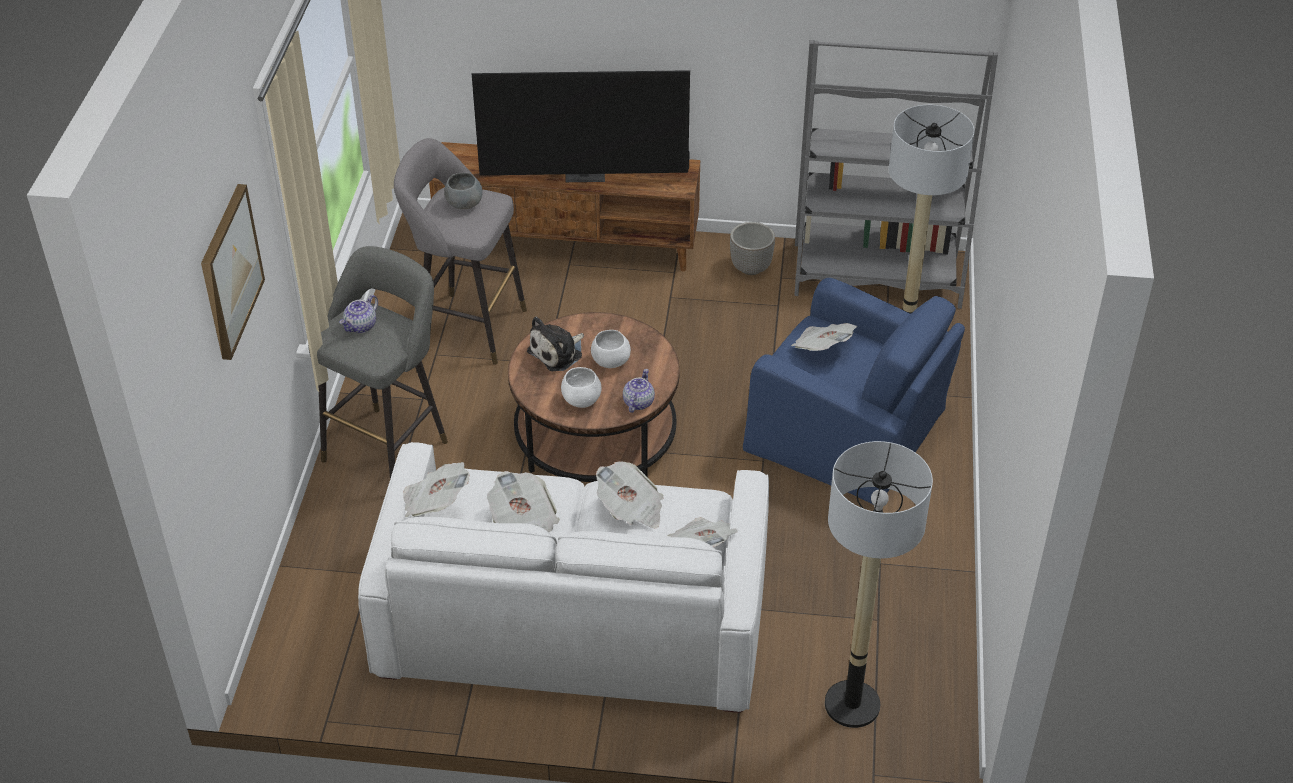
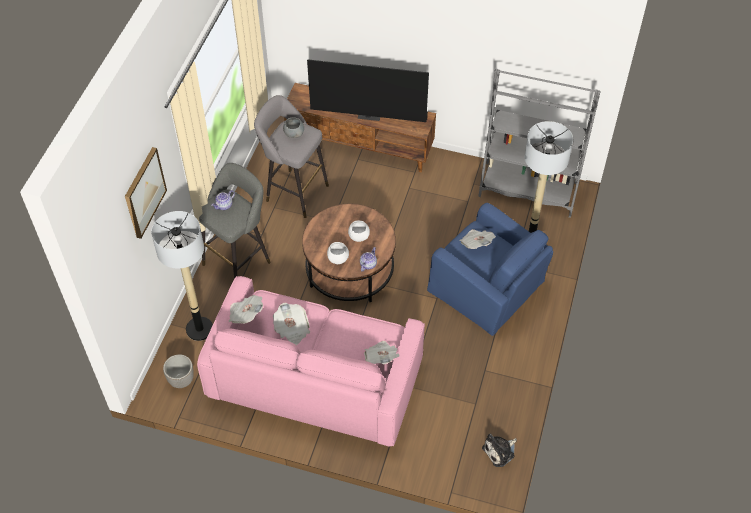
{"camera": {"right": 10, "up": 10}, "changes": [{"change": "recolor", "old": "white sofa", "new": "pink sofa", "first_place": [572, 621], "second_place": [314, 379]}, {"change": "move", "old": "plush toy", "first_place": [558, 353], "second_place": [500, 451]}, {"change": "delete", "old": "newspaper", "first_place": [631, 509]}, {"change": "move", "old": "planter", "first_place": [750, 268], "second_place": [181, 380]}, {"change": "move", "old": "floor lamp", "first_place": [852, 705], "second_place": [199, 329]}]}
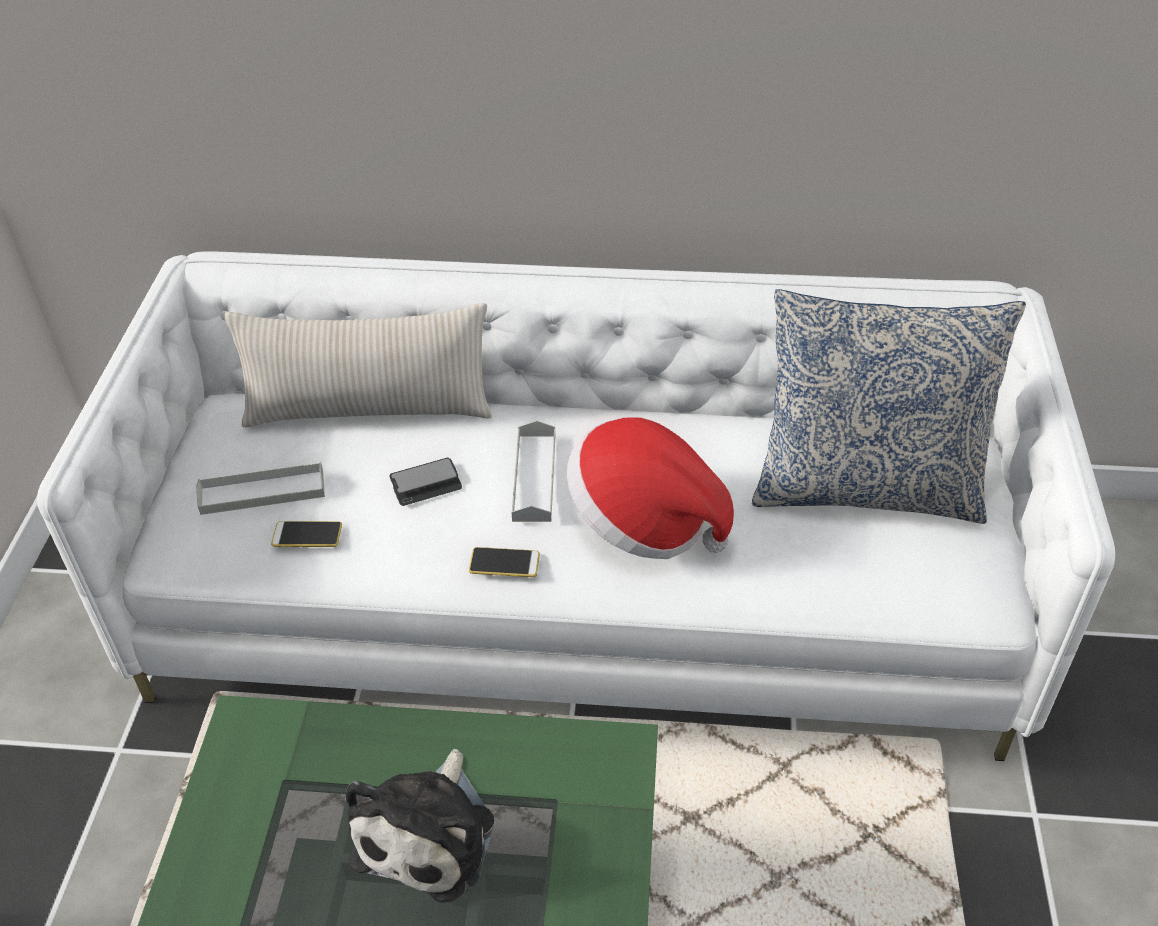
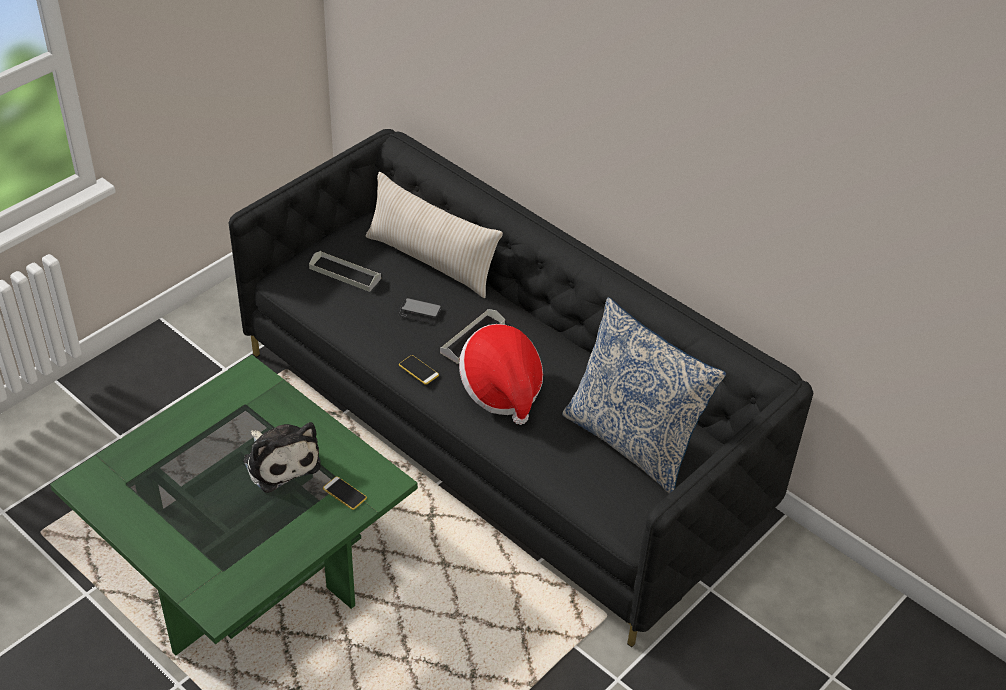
{"camera": {"right": 35, "up": 0}, "changes": [{"change": "recolor", "old": "white sofa", "new": "black sofa", "first_place": [583, 599], "second_place": [499, 434]}, {"change": "move", "old": "phone", "first_place": [307, 535], "second_place": [344, 493]}, {"change": "rotate", "old": "plush toy", "first_place": [429, 833], "second_place": [280, 461], "degrees": -90}]}
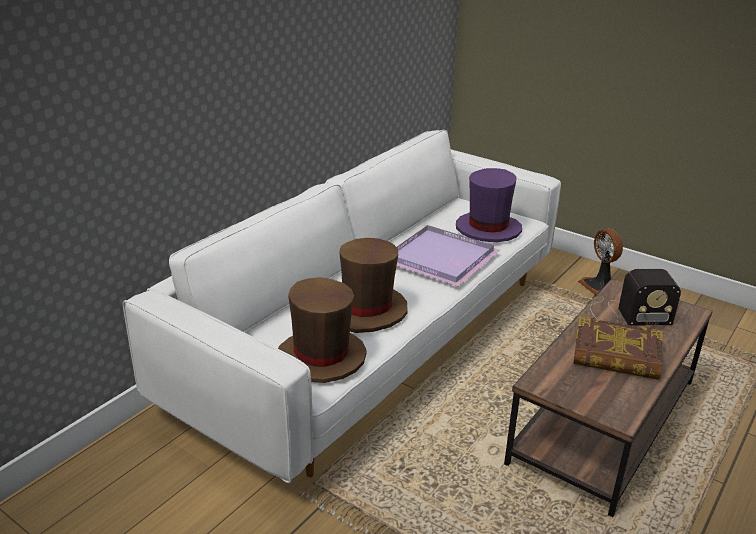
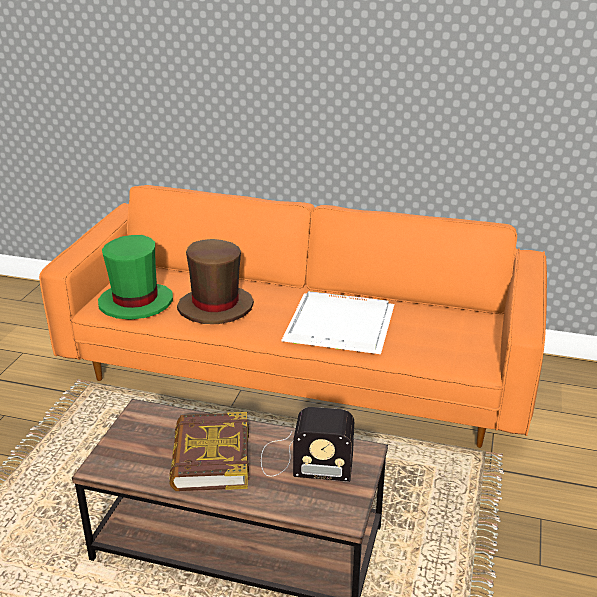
{"camera": {"right": 70, "up": 0}, "changes": [{"change": "recolor", "old": "white sofa", "new": "orange sofa", "first_place": [377, 337], "second_place": [298, 369]}, {"change": "recolor", "old": "brown hat", "new": "green hat", "first_place": [321, 358], "second_place": [136, 303]}, {"change": "recolor", "old": "purple tray", "new": "white tray", "first_place": [441, 259], "second_place": [337, 326]}, {"change": "delete", "old": "purple hat", "first_place": [488, 229]}, {"change": "delete", "old": "fan", "first_place": [598, 286]}, {"change": "rotate", "old": "radio", "first_place": [627, 314], "second_place": [303, 461], "degrees": -60}]}
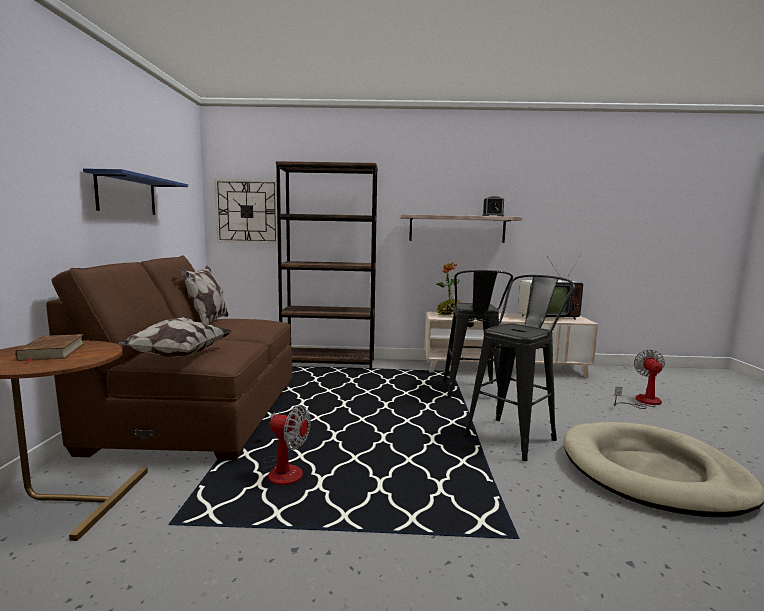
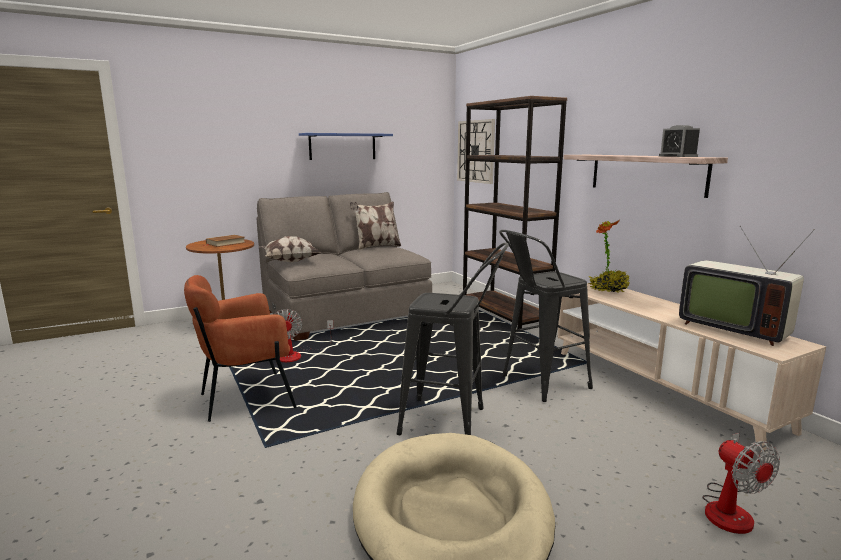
{"camera": {"right": 60, "up": 5}, "changes": [{"change": "recolor", "old": "brown sofa", "new": "grey sofa", "first_place": [201, 414], "second_place": [346, 314]}, {"change": "rotate", "old": "fan", "first_place": [642, 402], "second_place": [729, 508], "degrees": 90}, {"change": "insert", "new": "brown armchair", "second_place": [246, 398]}]}
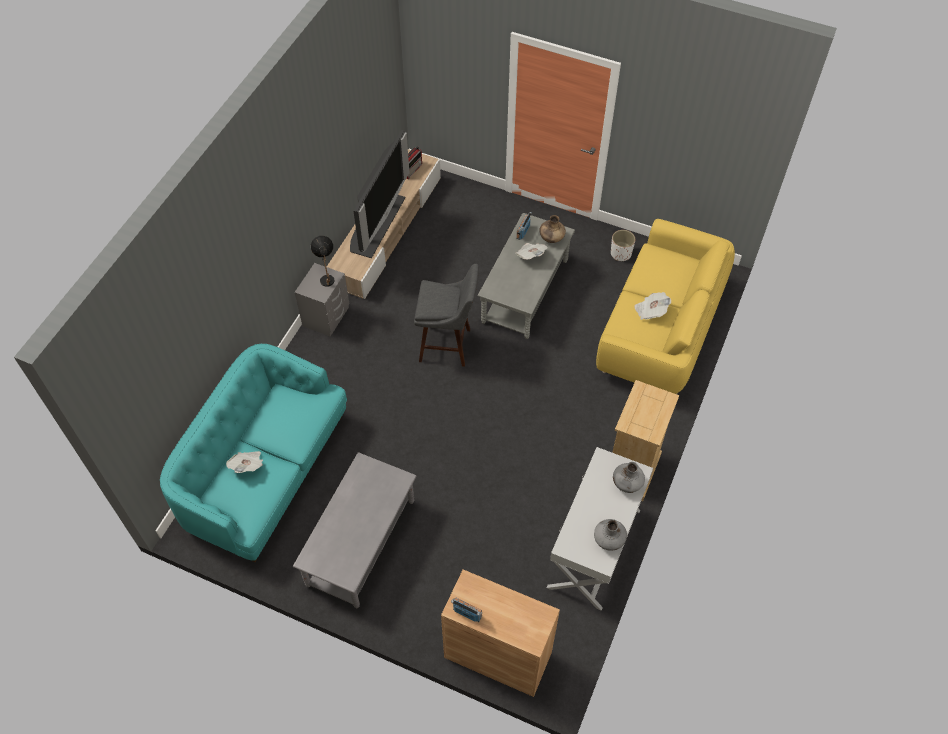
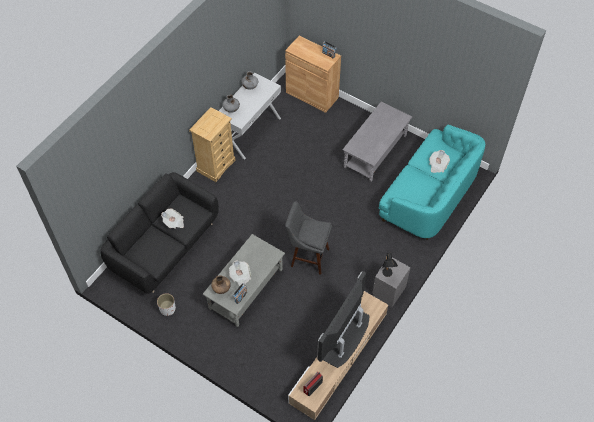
{"camera": {"right": -170, "up": 0}, "changes": [{"change": "recolor", "old": "yellow sofa", "new": "black sofa", "first_place": [659, 330], "second_place": [164, 246]}]}
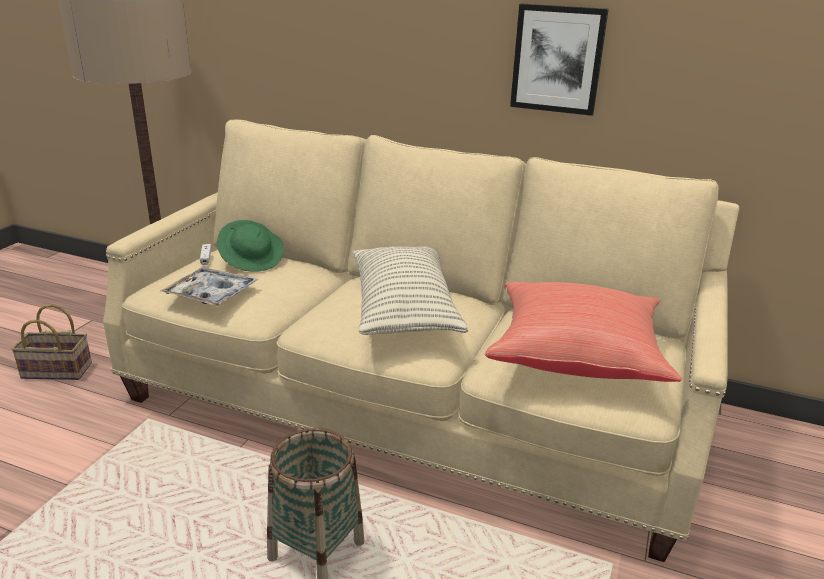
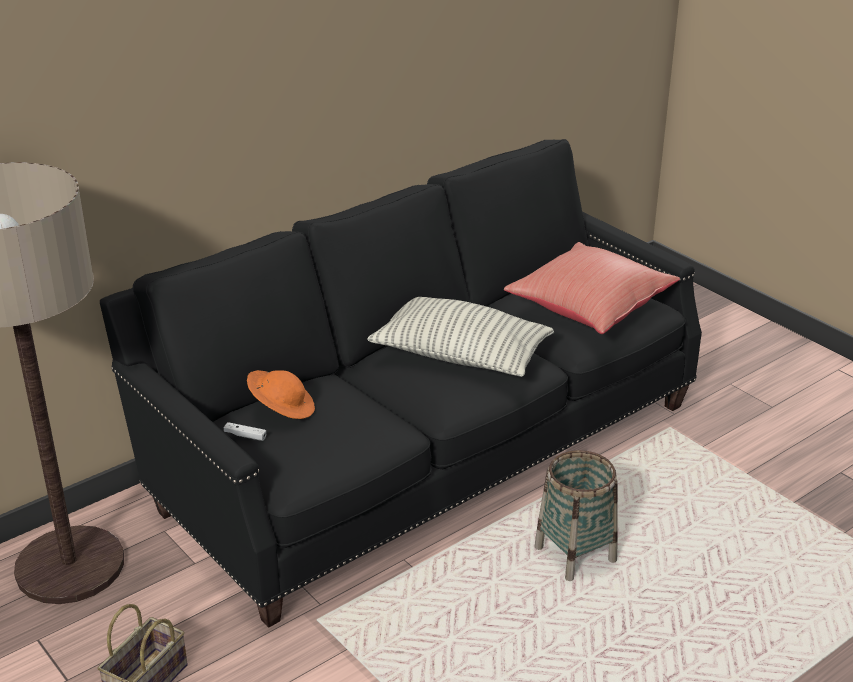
{"camera": {"right": -60, "up": 5}, "changes": [{"change": "recolor", "old": "beige sofa", "new": "black sofa", "first_place": [410, 403], "second_place": [426, 449]}, {"change": "delete", "old": "tray", "first_place": [211, 294]}, {"change": "recolor", "old": "green hat", "new": "orange hat", "first_place": [252, 260], "second_place": [282, 408]}, {"change": "delete", "old": "picture", "first_place": [557, 59]}]}
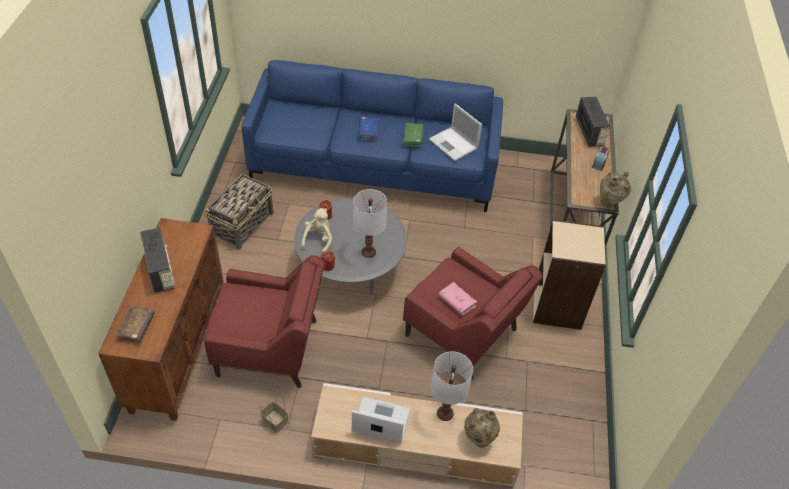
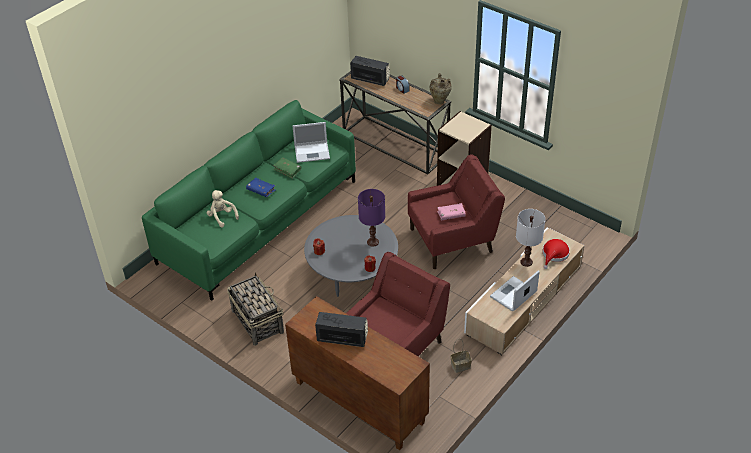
{"camera": {"right": -55, "up": -5}, "changes": [{"change": "delete", "old": "brown book", "first_place": [136, 328]}, {"change": "recolor", "old": "blue sofa", "new": "green sofa", "first_place": [374, 166], "second_place": [259, 221]}, {"change": "move", "old": "beige plush toy", "first_place": [318, 239], "second_place": [222, 217]}, {"change": "recolor", "old": "white table lamp", "new": "purple table lamp", "first_place": [368, 252], "second_place": [372, 242]}, {"change": "replace", "old": "beige vase", "new": "red hat", "first_place": [478, 440], "second_place": [554, 255]}]}
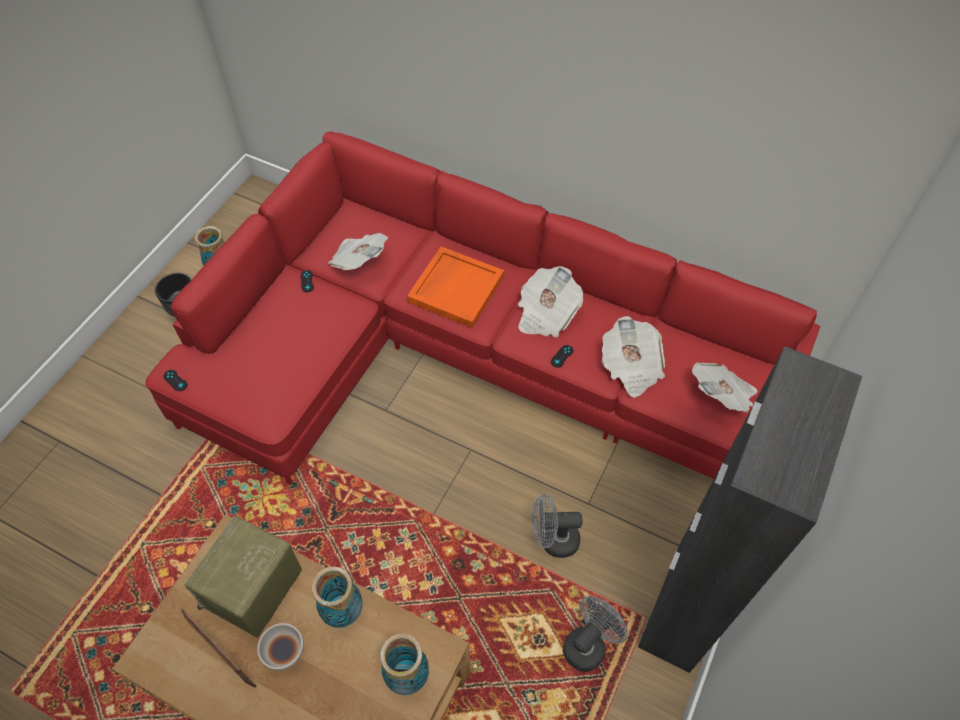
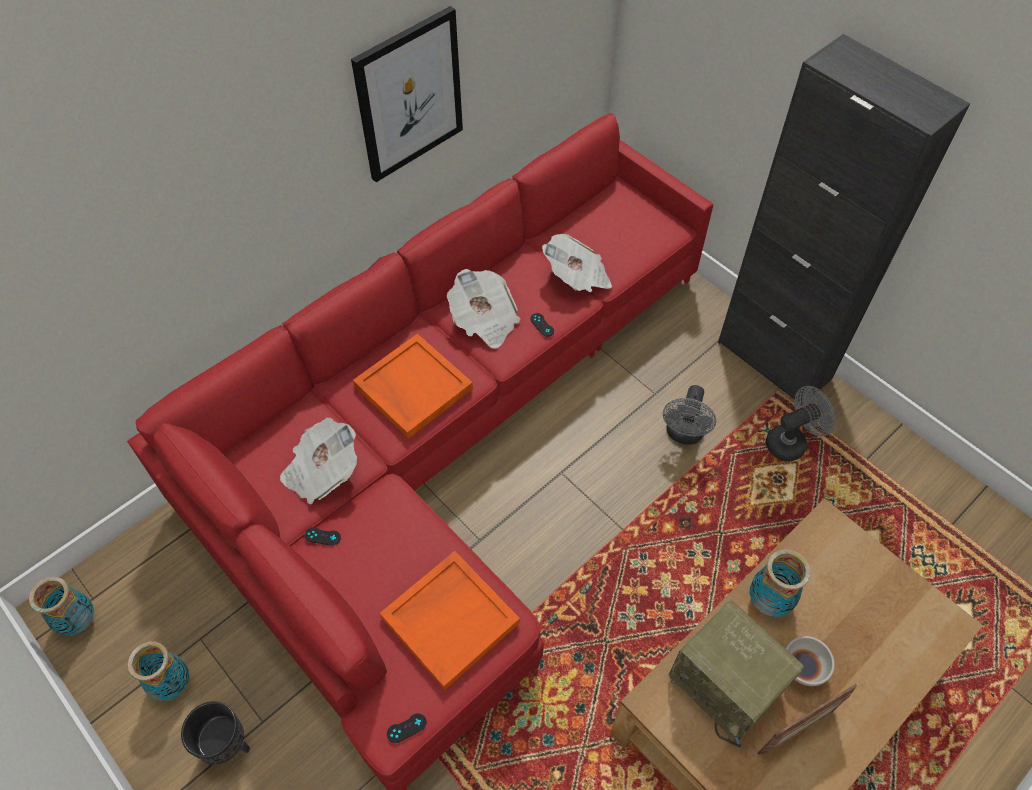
{"camera": {"right": -70, "up": 0}, "changes": [{"change": "move", "old": "vase", "first_place": [407, 676], "second_place": [79, 621]}, {"change": "rotate", "old": "grey fan", "first_place": [588, 644], "second_place": [791, 442], "degrees": 90}, {"change": "delete", "old": "newspaper", "first_place": [722, 396]}, {"change": "insert", "new": "picture", "second_place": [409, 95]}, {"change": "insert", "new": "orange tray", "second_place": [450, 619]}]}
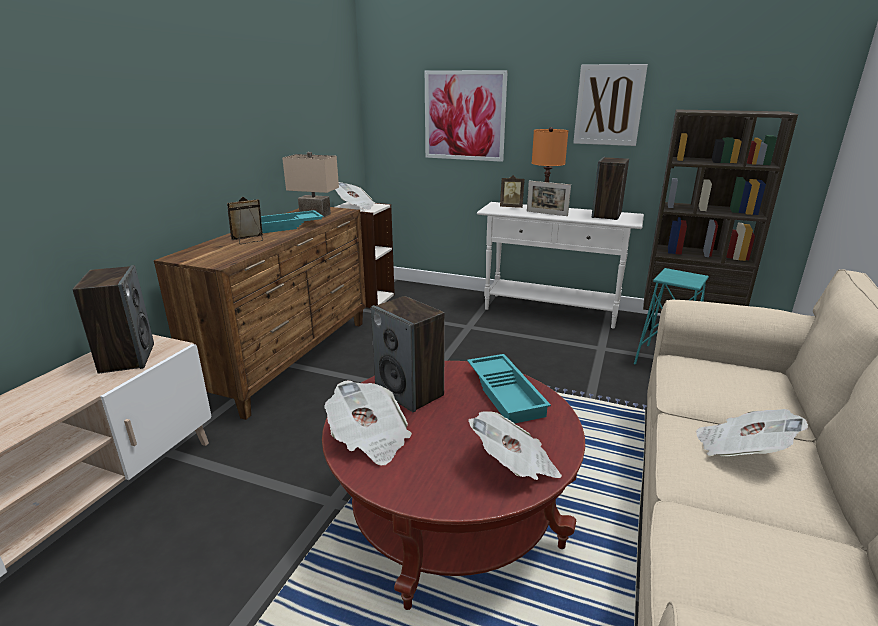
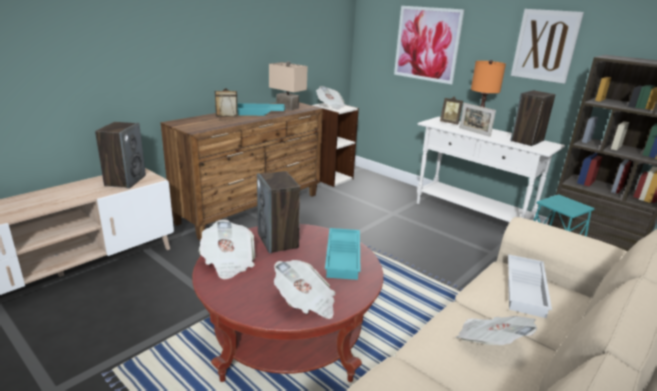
{"camera": {"right": 20, "up": 0}, "changes": [{"change": "insert", "new": "white tray", "second_place": [526, 290]}]}
